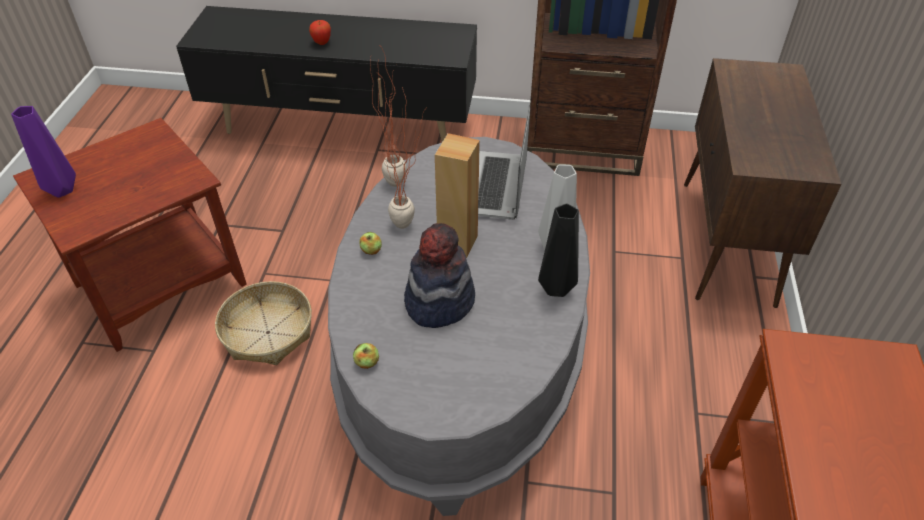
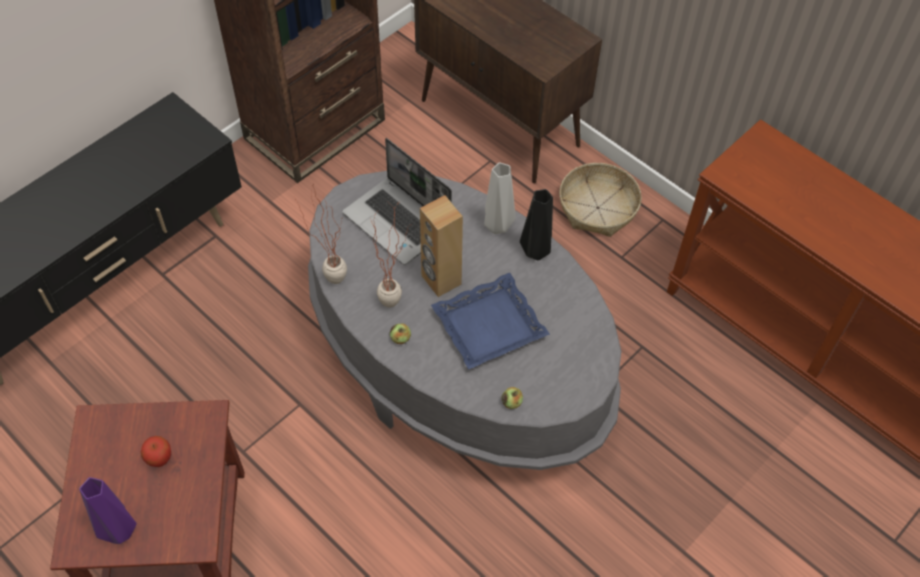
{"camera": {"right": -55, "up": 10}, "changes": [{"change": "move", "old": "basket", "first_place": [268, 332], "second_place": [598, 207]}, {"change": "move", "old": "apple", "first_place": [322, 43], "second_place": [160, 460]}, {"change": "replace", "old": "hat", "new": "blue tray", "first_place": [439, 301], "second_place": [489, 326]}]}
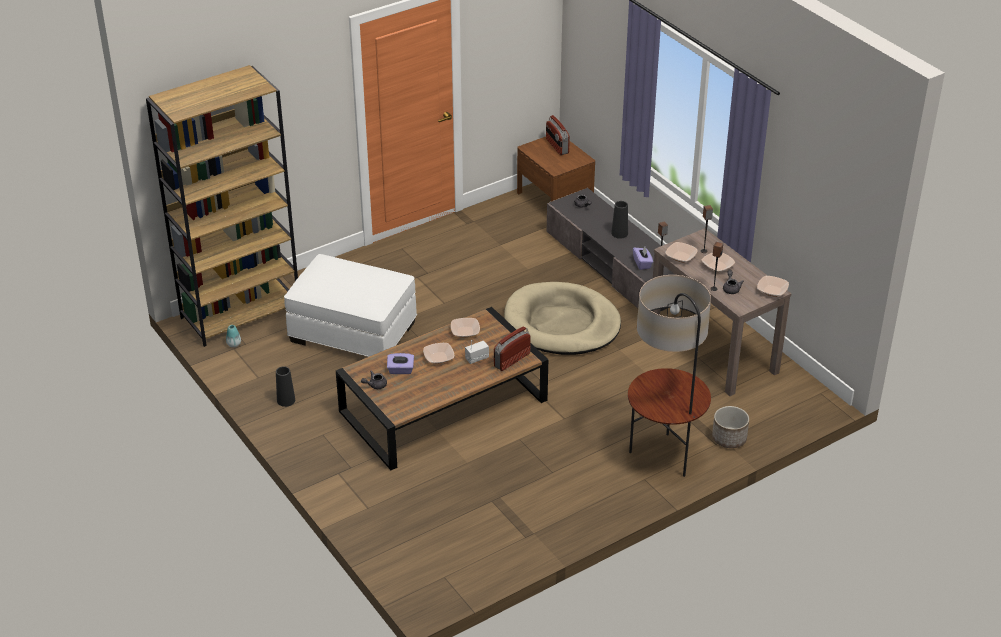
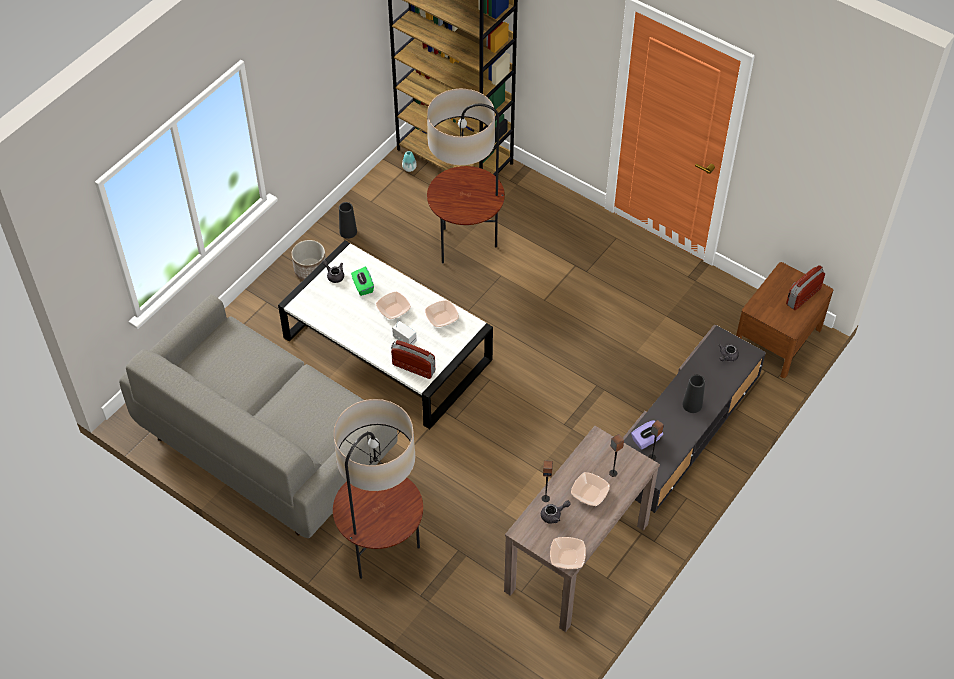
{"camera": {"right": 70, "up": 15}, "changes": [{"change": "replace", "old": "white ottoman", "new": "floor lamp", "first_place": [354, 332], "second_place": [466, 246]}, {"change": "recolor", "old": "brown coffee table", "new": "white coffee table", "first_place": [443, 406], "second_place": [386, 349]}, {"change": "recolor", "old": "purple tissue box", "new": "green tissue box", "first_place": [400, 370], "second_place": [363, 287]}, {"change": "delete", "old": "beige dog bed", "first_place": [561, 324]}, {"change": "delete", "old": "bowl", "first_place": [681, 257]}, {"change": "move", "old": "planter", "first_place": [728, 438], "second_place": [310, 269]}, {"change": "insert", "new": "grey sofa", "second_place": [266, 444]}]}
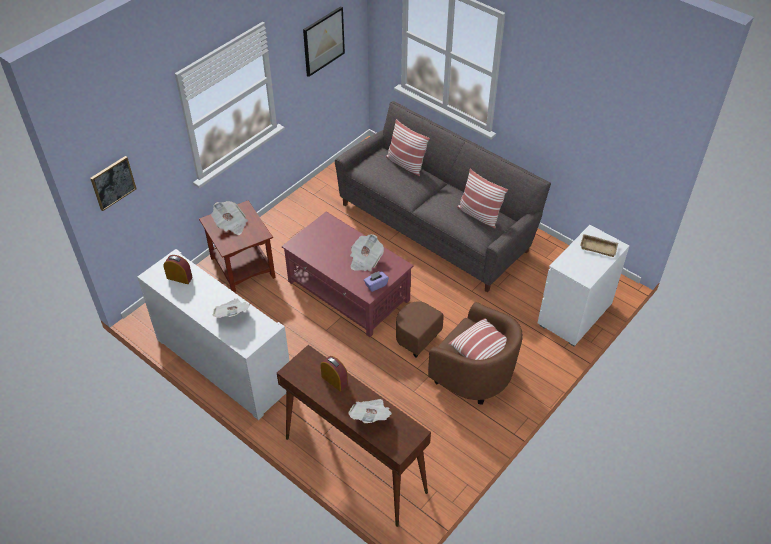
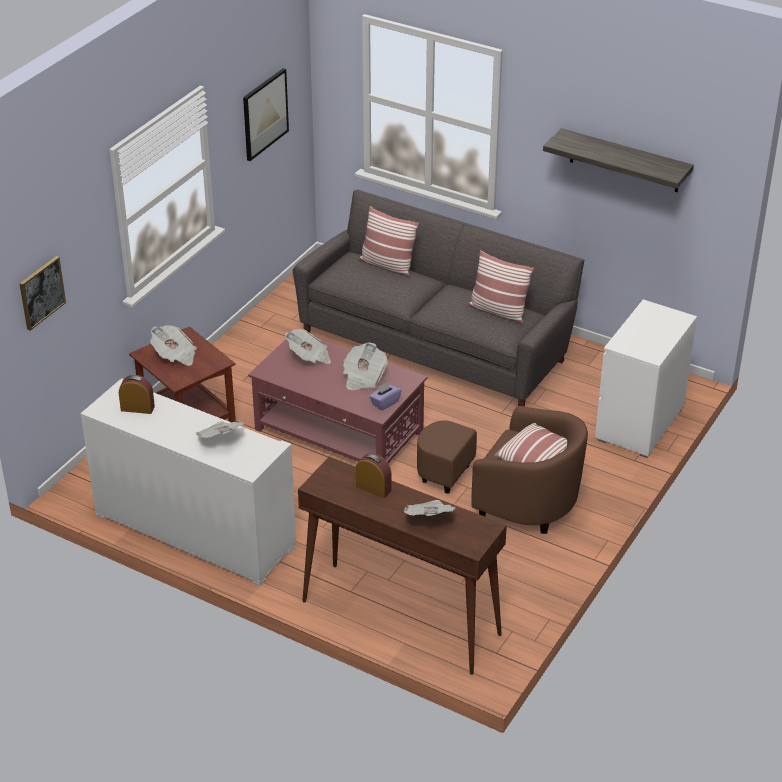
{"camera": {"right": -10, "up": -10}, "changes": [{"change": "delete", "old": "beige tray", "first_place": [599, 247]}, {"change": "insert", "new": "newspaper", "second_place": [309, 357]}, {"change": "insert", "new": "shelf", "second_place": [624, 161]}]}
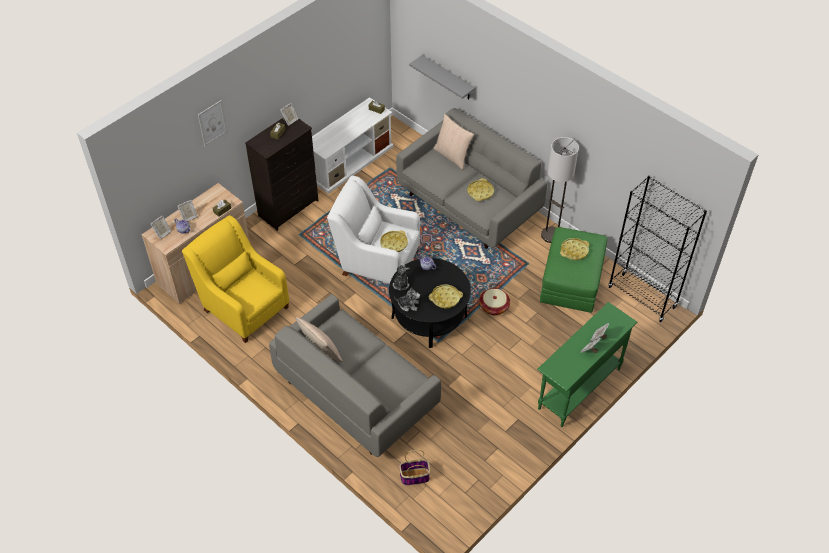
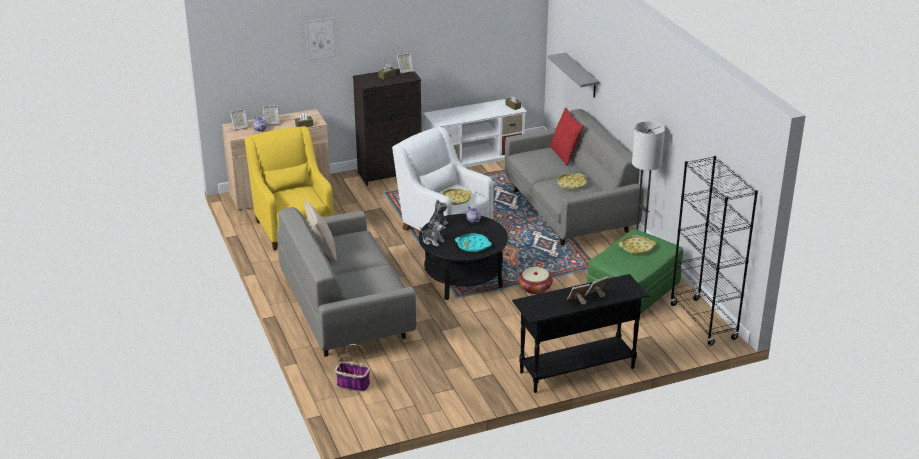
{"camera": {"right": 25, "up": -20}, "changes": [{"change": "recolor", "old": "yellow tray", "new": "turquoise tray", "first_place": [445, 298], "second_place": [473, 245]}, {"change": "recolor", "old": "beige pillow", "new": "red pillow", "first_place": [452, 155], "second_place": [565, 155]}, {"change": "recolor", "old": "green console table", "new": "black console table", "first_place": [579, 388], "second_place": [576, 370]}]}
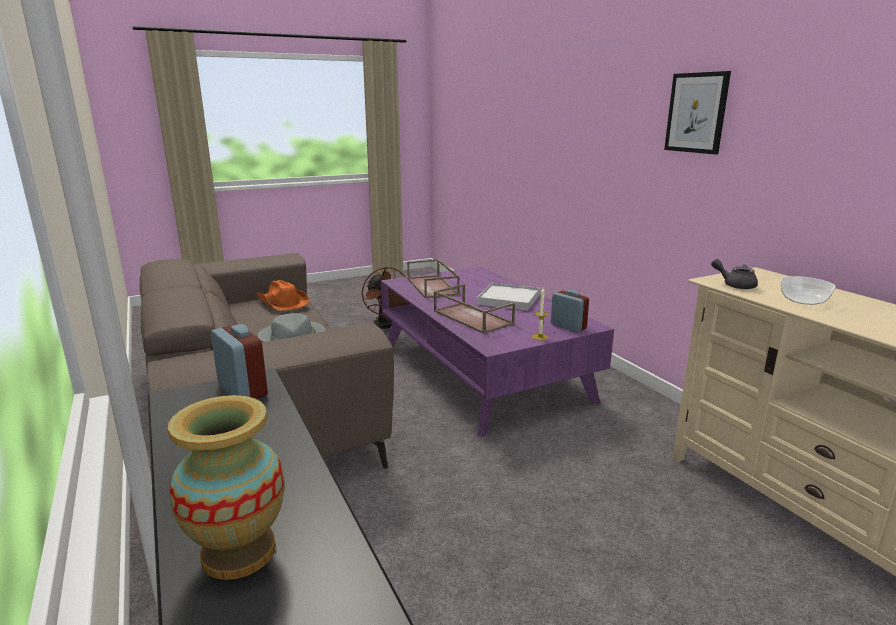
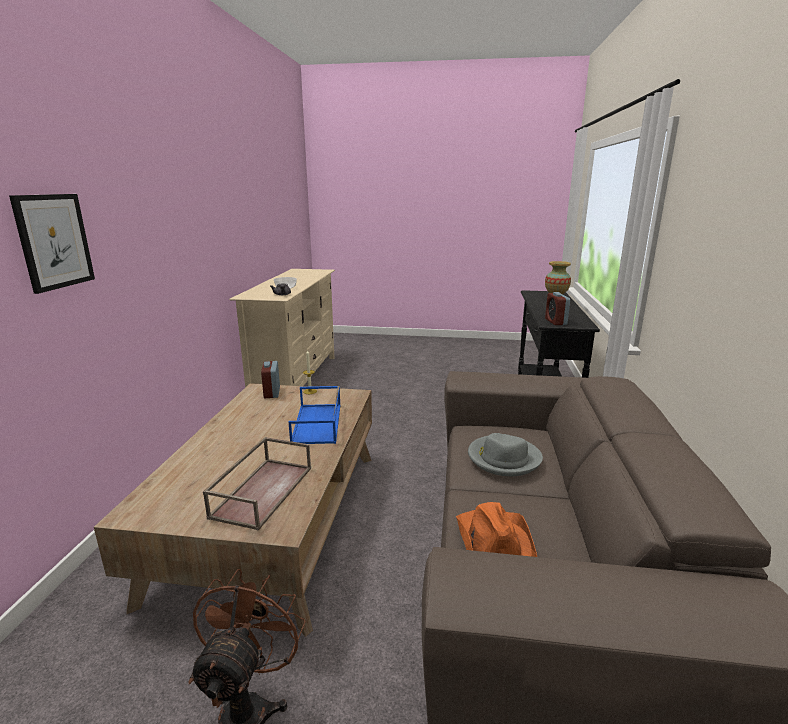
{"camera": {"right": -145, "up": 0}, "changes": [{"change": "recolor", "old": "purple coffee table", "new": "brown coffee table", "first_place": [481, 370], "second_place": [274, 519]}, {"change": "recolor", "old": "brown tray", "new": "blue tray", "first_place": [471, 317], "second_place": [318, 424]}, {"change": "delete", "old": "white tray", "first_place": [509, 299]}, {"change": "move", "old": "picture", "first_place": [696, 113], "second_place": [54, 241]}]}
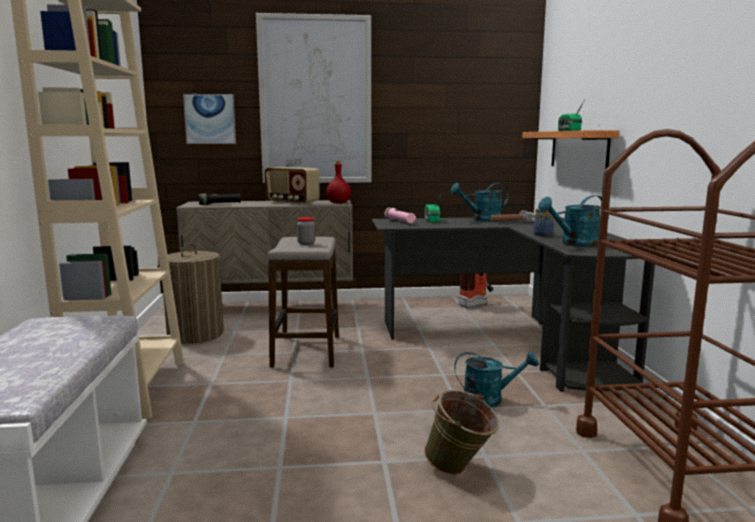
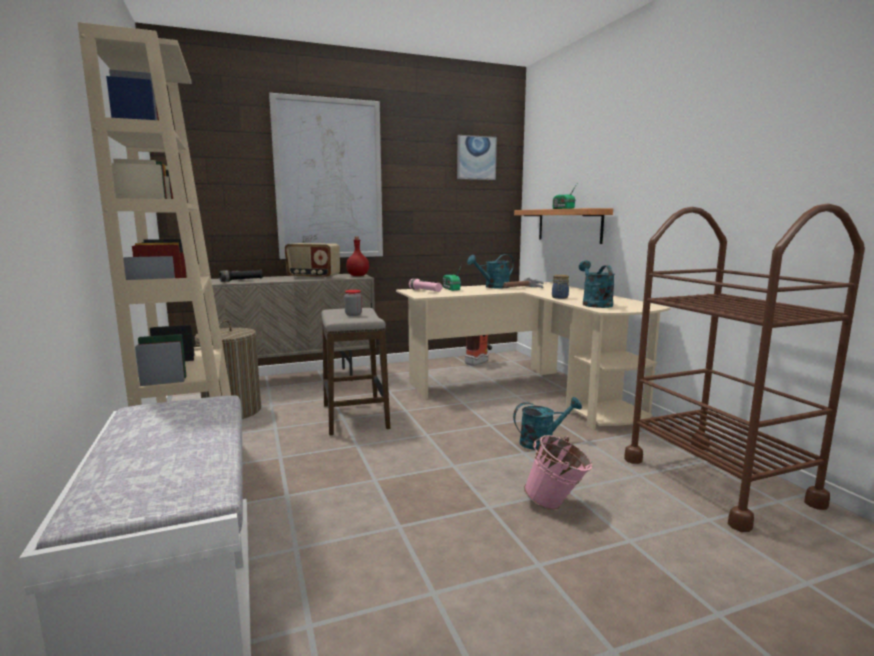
{"camera": {"right": -15, "up": 0}, "changes": [{"change": "move", "old": "picture", "first_place": [210, 119], "second_place": [476, 158]}, {"change": "recolor", "old": "black desk", "new": "beige desk", "first_place": [511, 341], "second_place": [528, 391]}, {"change": "recolor", "old": "green bucket", "new": "pink bucket", "first_place": [460, 470], "second_place": [556, 505]}, {"change": "rotate", "old": "turquoise watering can", "first_place": [574, 244], "second_place": [594, 304], "degrees": 120}]}
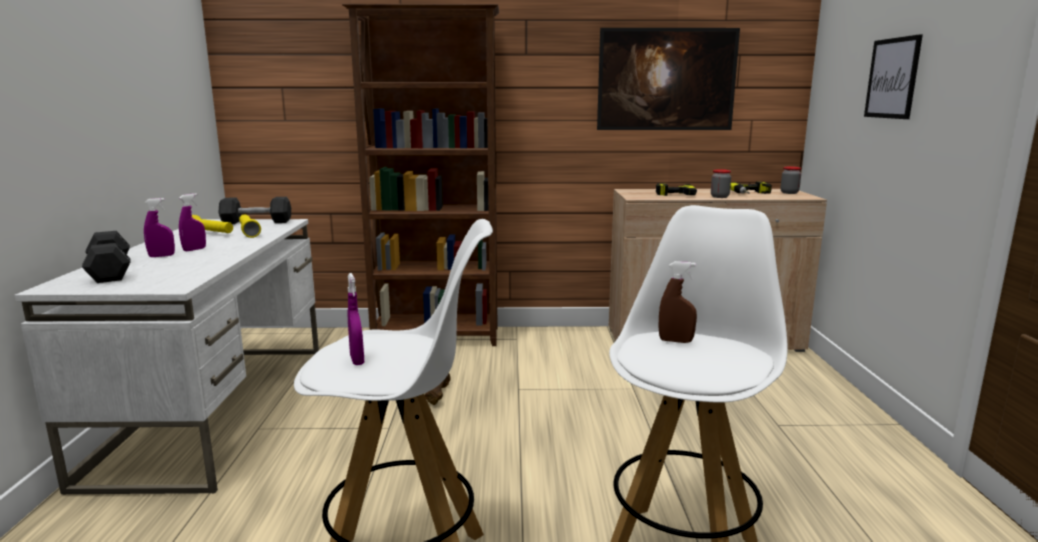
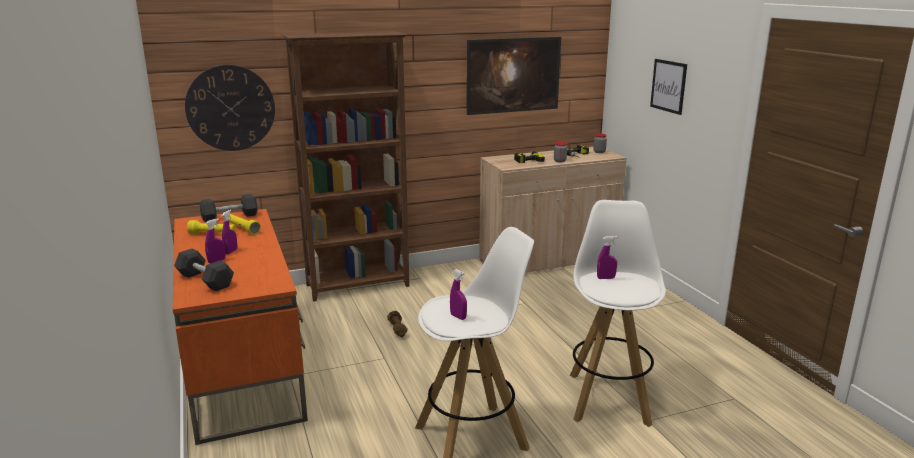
{"camera": {"right": -20, "up": 5}, "changes": [{"change": "recolor", "old": "white desk", "new": "orange desk", "first_place": [218, 408], "second_place": [242, 368]}, {"change": "recolor", "old": "brown spray bottle", "new": "purple spray bottle", "first_place": [675, 341], "second_place": [606, 278]}, {"change": "insert", "new": "wall clock", "second_place": [230, 108]}]}
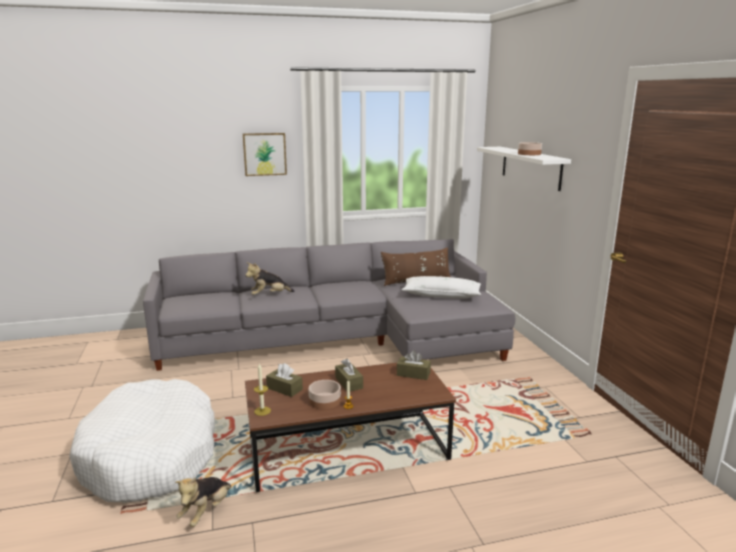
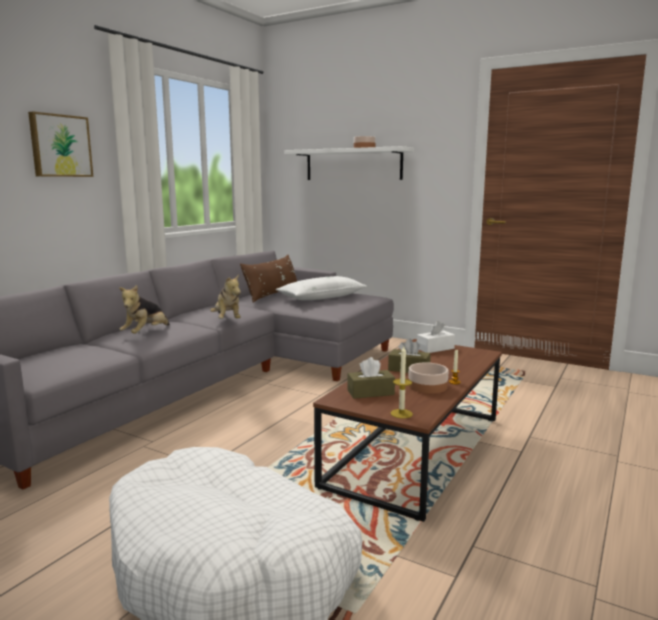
{"camera": {"right": -45, "up": -5}, "changes": [{"change": "move", "old": "plush toy", "first_place": [206, 512], "second_place": [227, 320]}, {"change": "recolor", "old": "brown tissue box", "new": "white tissue box", "first_place": [413, 374], "second_place": [435, 348]}]}
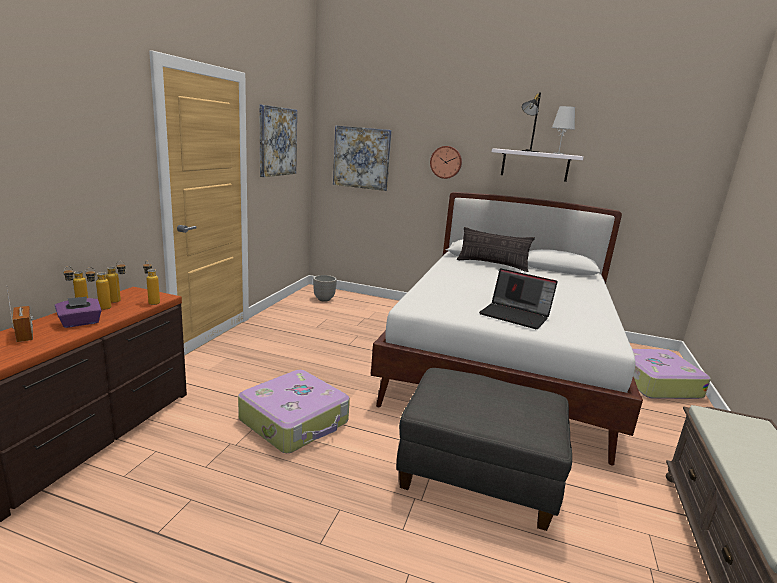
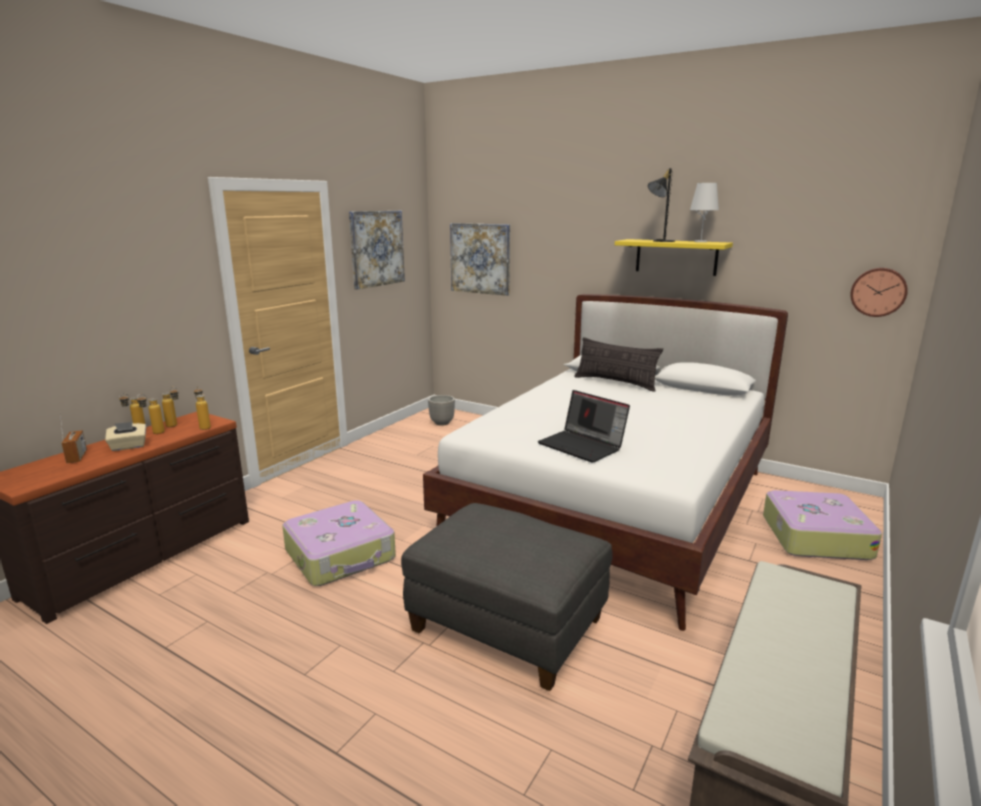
{"camera": {"right": 15, "up": 0}, "changes": [{"change": "recolor", "old": "purple tissue box", "new": "beige tissue box", "first_place": [80, 323], "second_place": [128, 446]}, {"change": "move", "old": "wall clock", "first_place": [446, 162], "second_place": [878, 292]}, {"change": "recolor", "old": "white shelf", "new": "yellow shelf", "first_place": [535, 165], "second_place": [676, 257]}]}
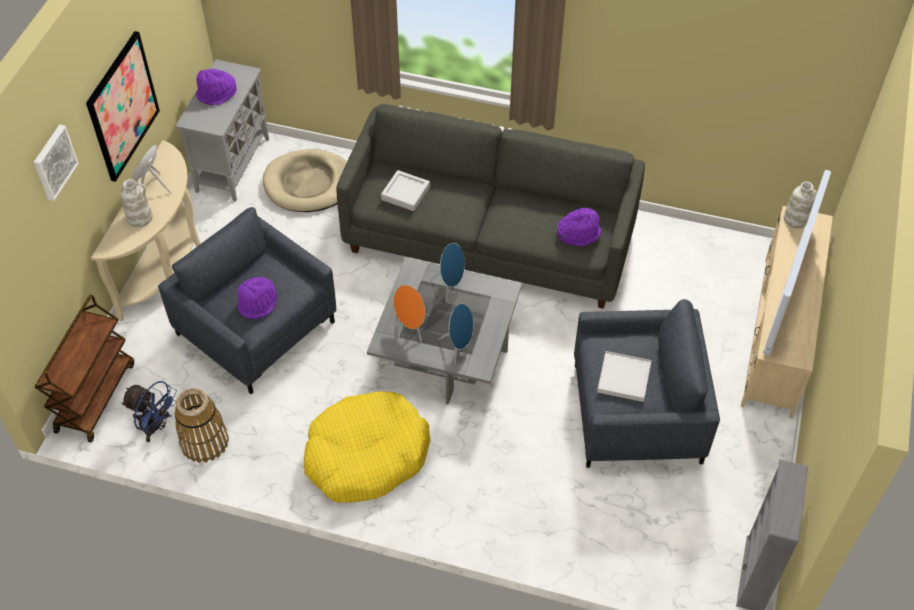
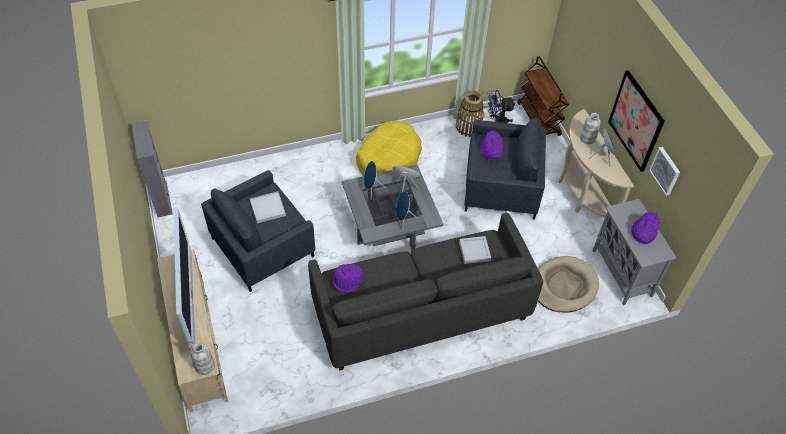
{"camera": {"right": 145, "up": 0}, "changes": [{"change": "move", "old": "picture", "first_place": [53, 162], "second_place": [666, 170]}]}
